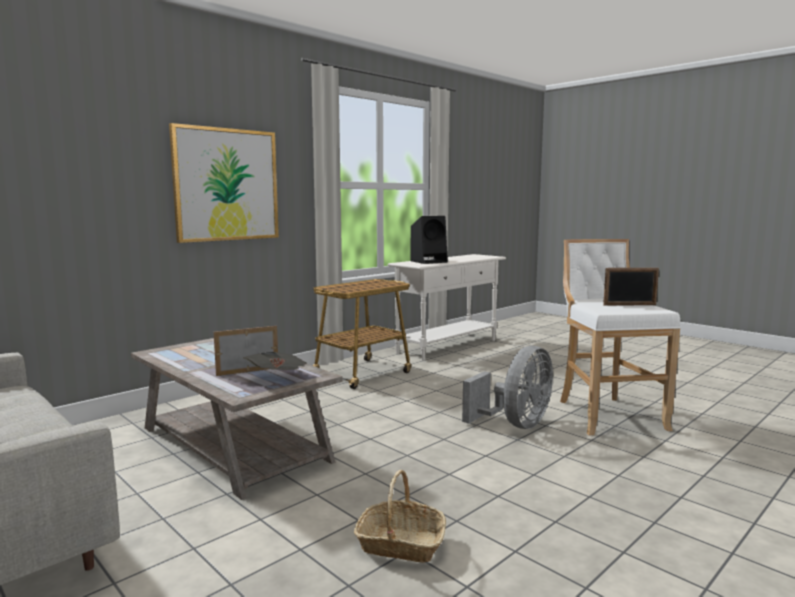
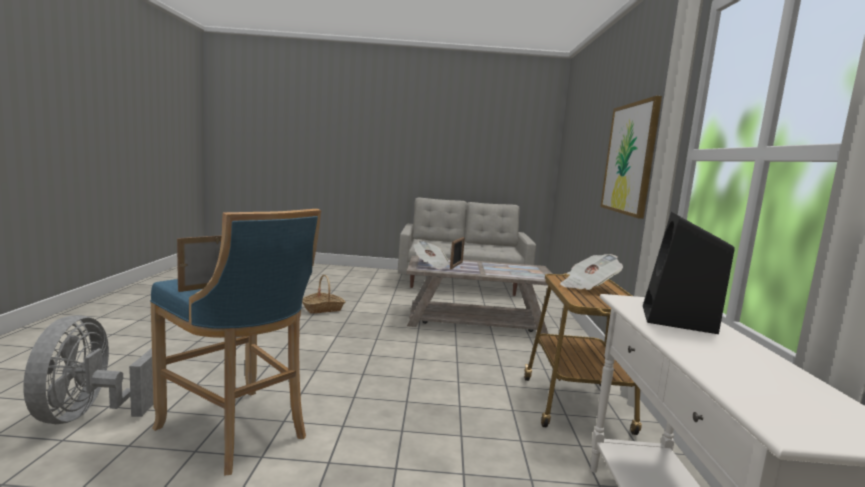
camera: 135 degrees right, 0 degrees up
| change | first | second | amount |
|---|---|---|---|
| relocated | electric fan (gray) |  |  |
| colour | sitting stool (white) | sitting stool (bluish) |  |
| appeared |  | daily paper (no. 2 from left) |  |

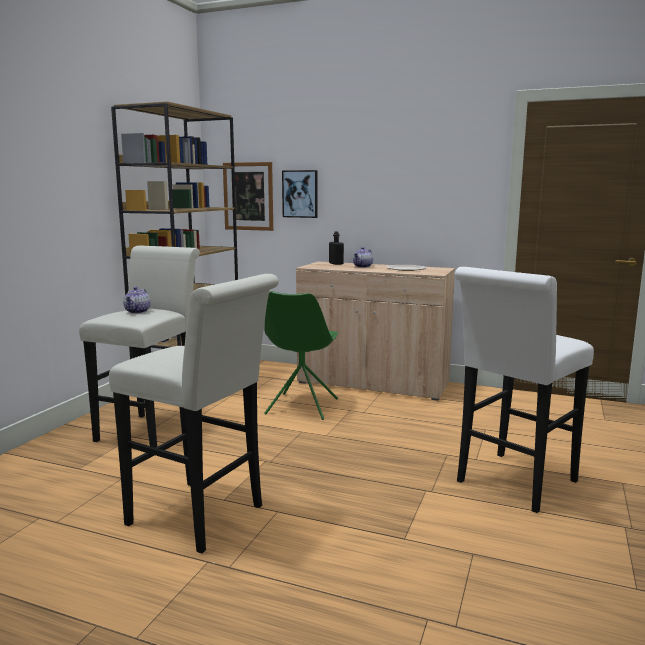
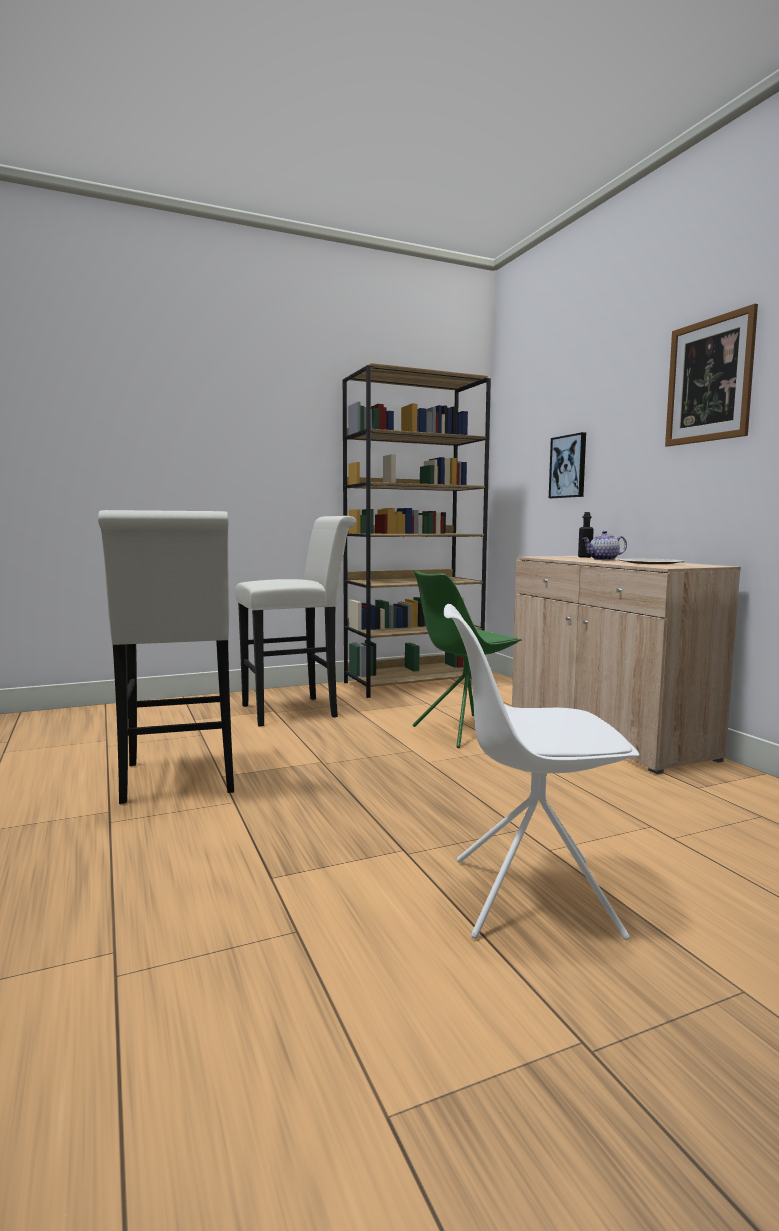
camera: 45 degrees right, 5 degrees down
| change | first | second | amount |
|---|---|---|---|
| exchanged | sitting stool (white) (no. 3 from left) | chair (white) |  |
| relocated | picture (no. 1 from left in the first image) | picture (no. 2 from left) |  |
| missing | tea pot (no. 1 from left) |  |  |

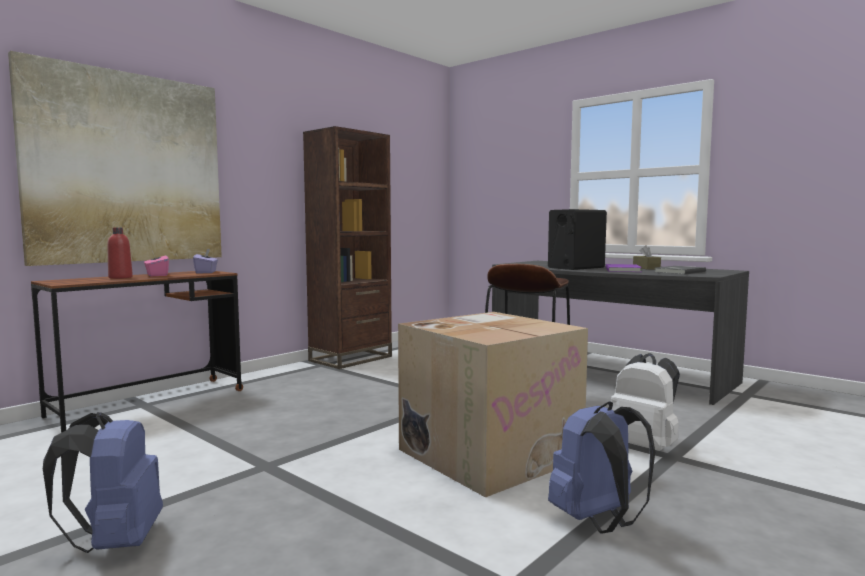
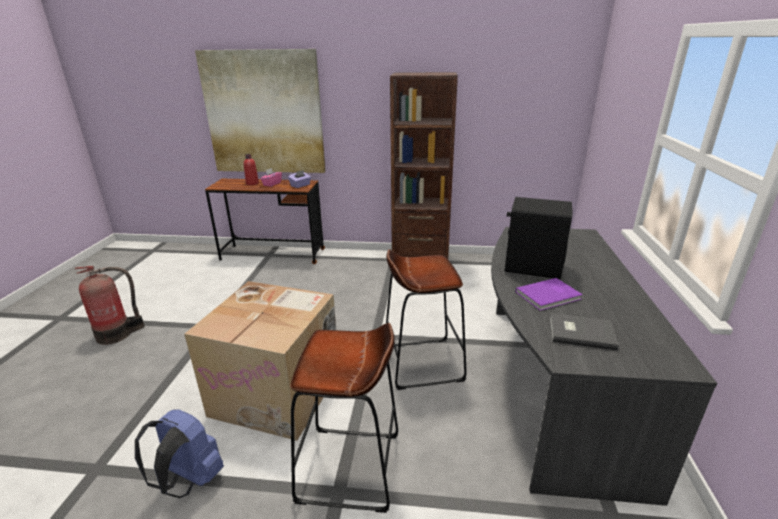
camera: 55 degrees right, 20 degrees up
| change | first | second | amount |
|---|---|---|---|
| exchanged | knapsack (bluish) (no. 1 from left) | fire extinguisher |  |
| exchanged | knapsack (white) | sitting stool (brown) (no. 1 from left) |  |
| missing | box of tissues (brown) |  |  |

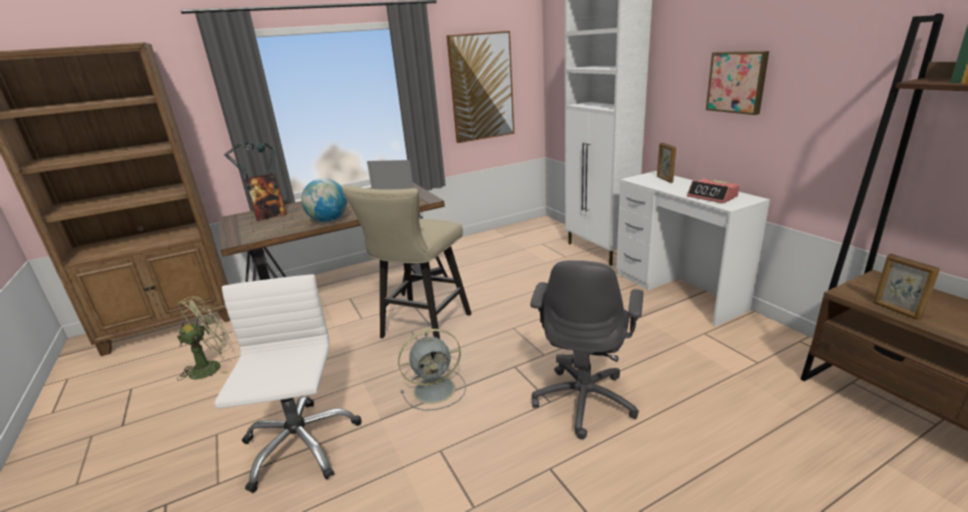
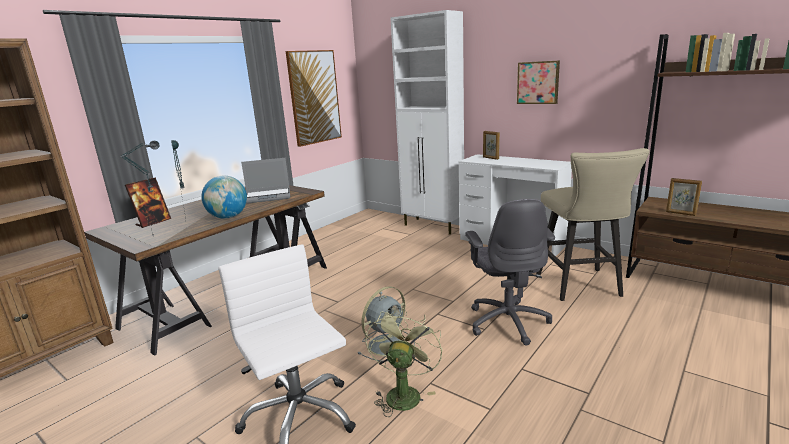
camera: 25 degrees left, 5 degrees down
| change | first | second | amount |
|---|---|---|---|
| relocated | electric fan (green) |  |  |
| relocated | sitting stool (sand-coloured) |  |  |
| missing | alarm clock |  |  |

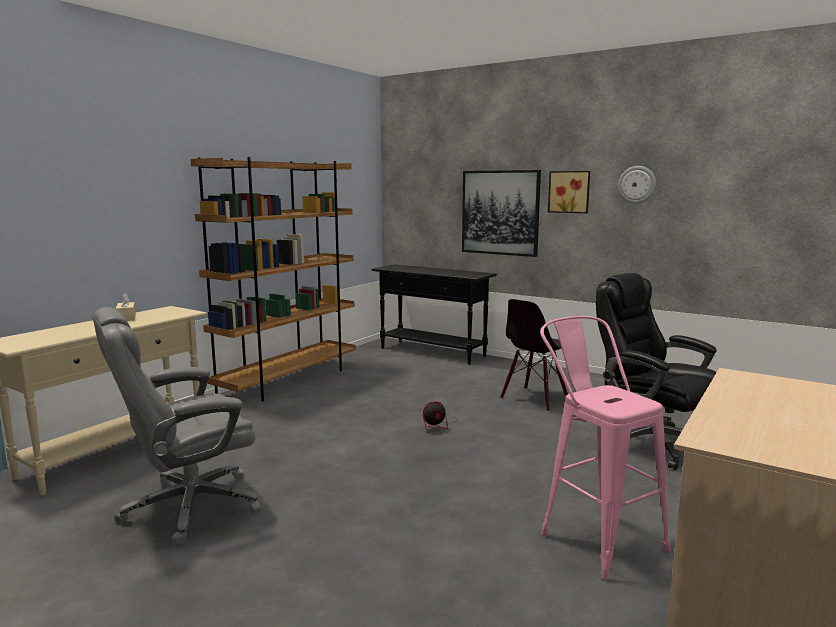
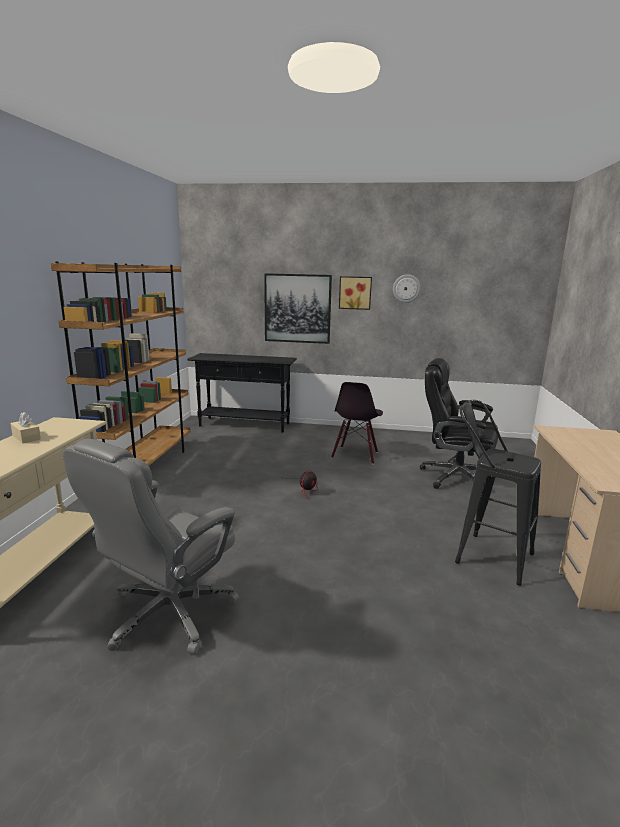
camera: 25 degrees left, 5 degrees up
| change | first | second | amount |
|---|---|---|---|
| colour | sitting stool (pink-coloured) | sitting stool (blackish) |  |

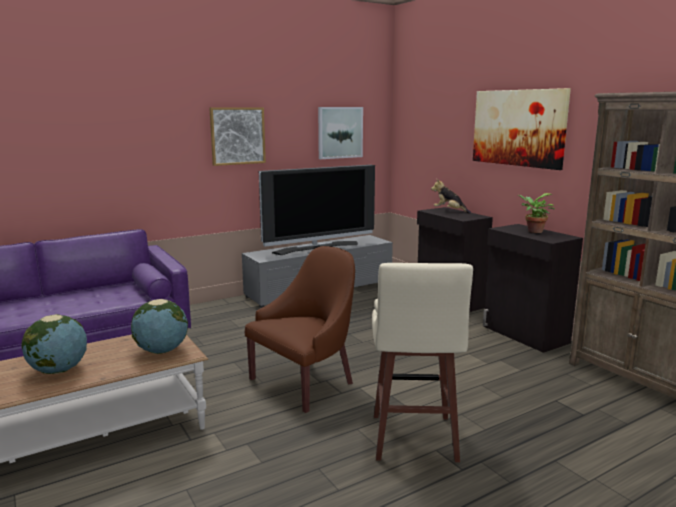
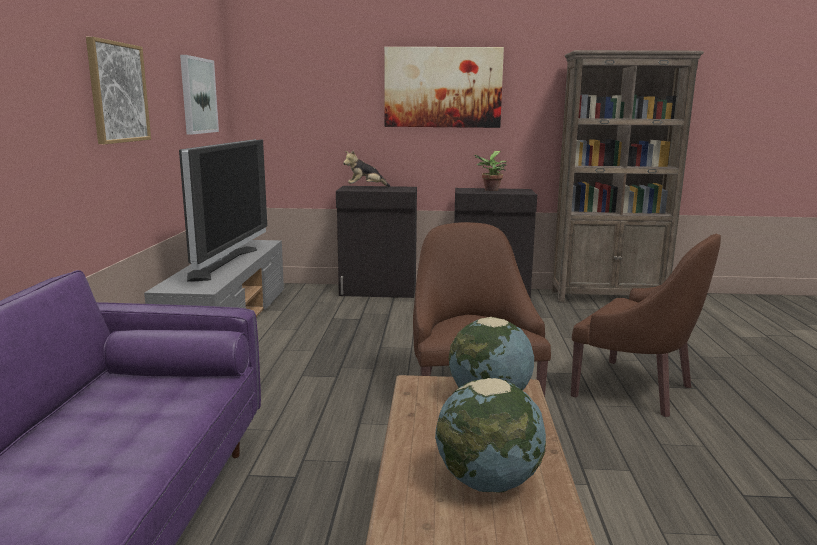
camera: 55 degrees left, 0 degrees up
| change | first | second | amount |
|---|---|---|---|
| exchanged | sitting stool (sand-coloured) | lounge chair (brown) (no. 2 from left) |  |

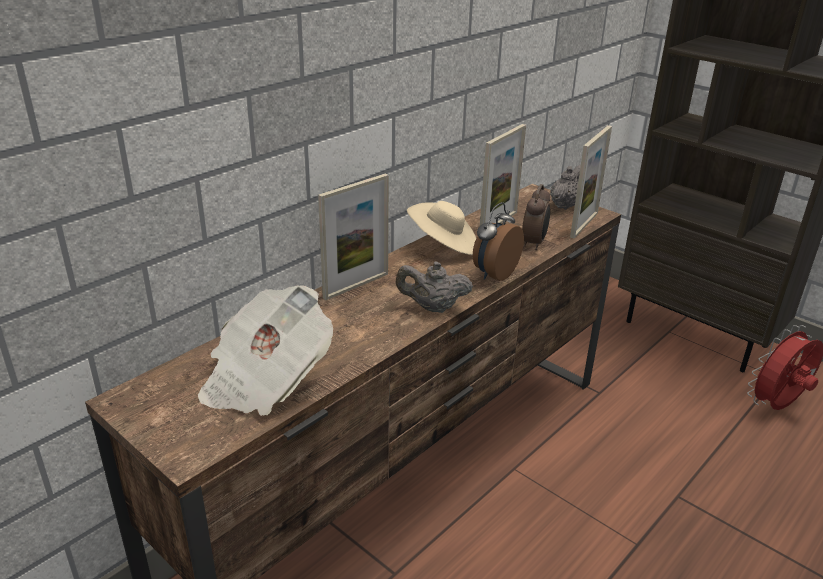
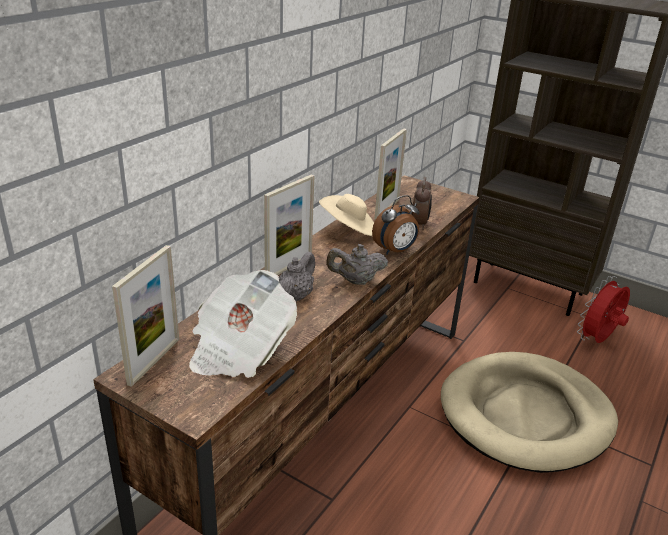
camera: 10 degrees left, 0 degrees up
| change | first | second | amount |
|---|---|---|---|
| relocated | picture frame (no. 3 from left in the first image) | picture frame (no. 1 from left) |  |
| relocated | tea pot (gray) (no. 2 from left in the first image) | tea pot (gray) (no. 1 from left) |  |
| spun | alarm clock (no. 1 from left) |  | 150 degrees counterclockwise |
| appeared |  | pet bed (sand-coloured) |  |

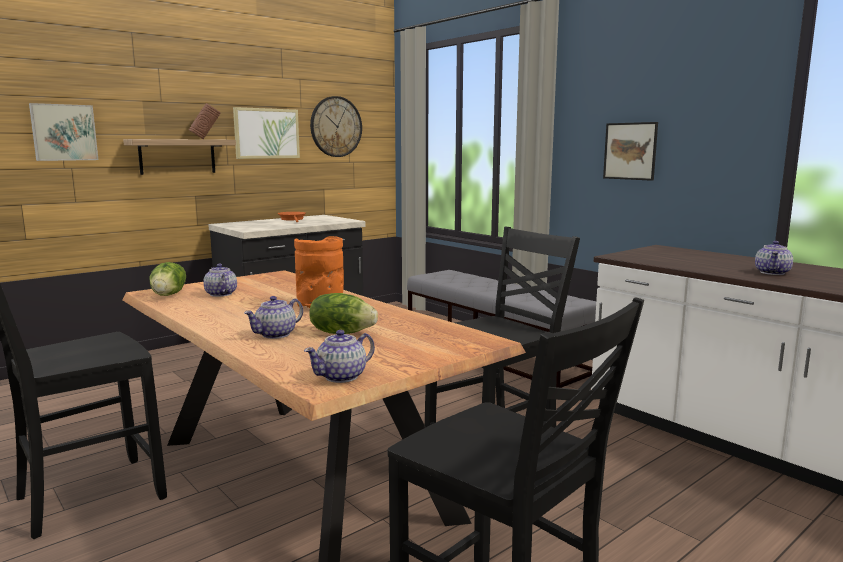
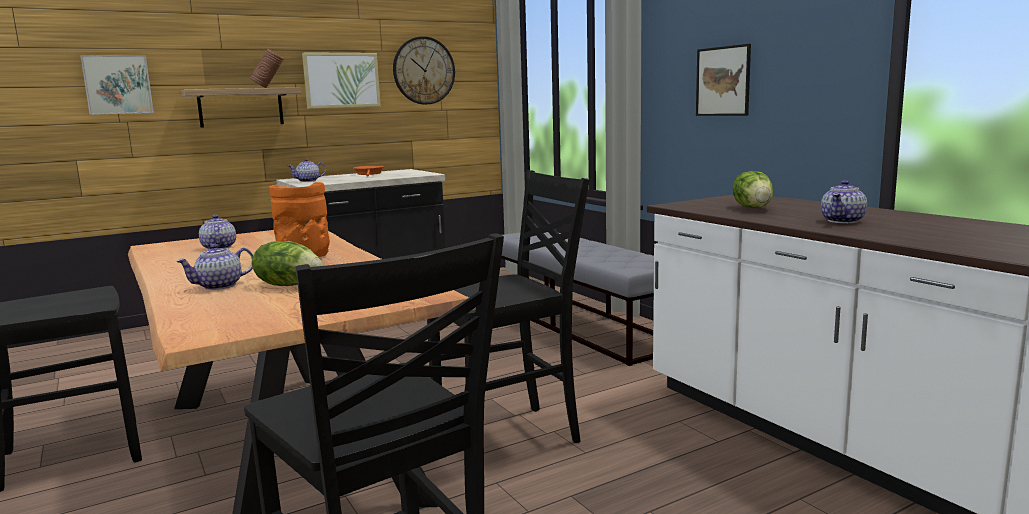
camera: 10 degrees right, 0 degrees up
| change | first | second | amount |
|---|---|---|---|
| relocated | tea pot (no. 3 from left) |  |  |
| relocated | lettuce (no. 1 from left in the first image) | lettuce (no. 2 from left) |  |

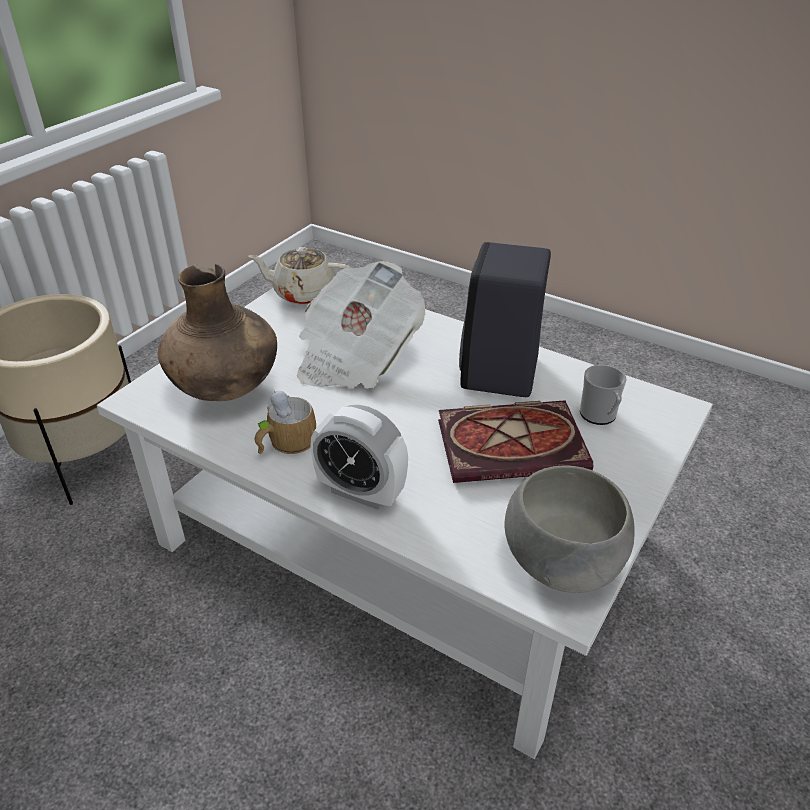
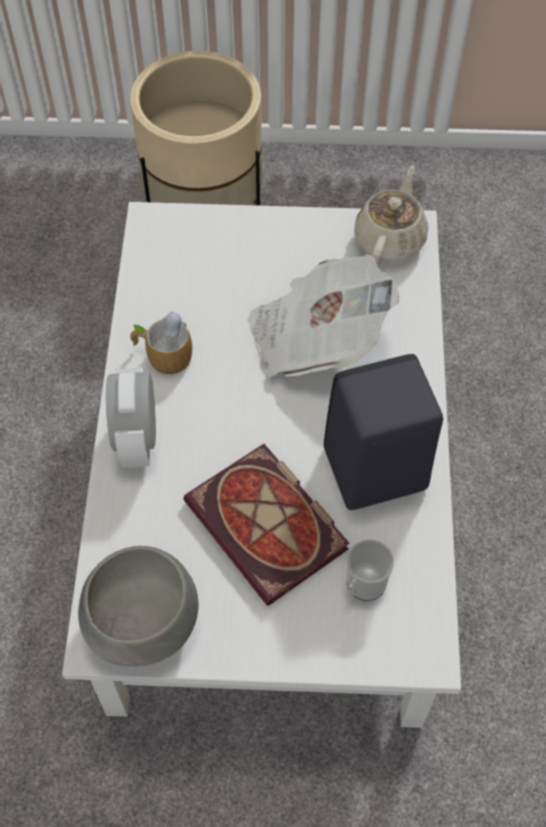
camera: 60 degrees right, 20 degrees up
| change | first | second | amount |
|---|---|---|---|
| spun | tea pot (sand-coloured) |  | 45 degrees clockwise |
| missing | flower vase (brown) |  |  |

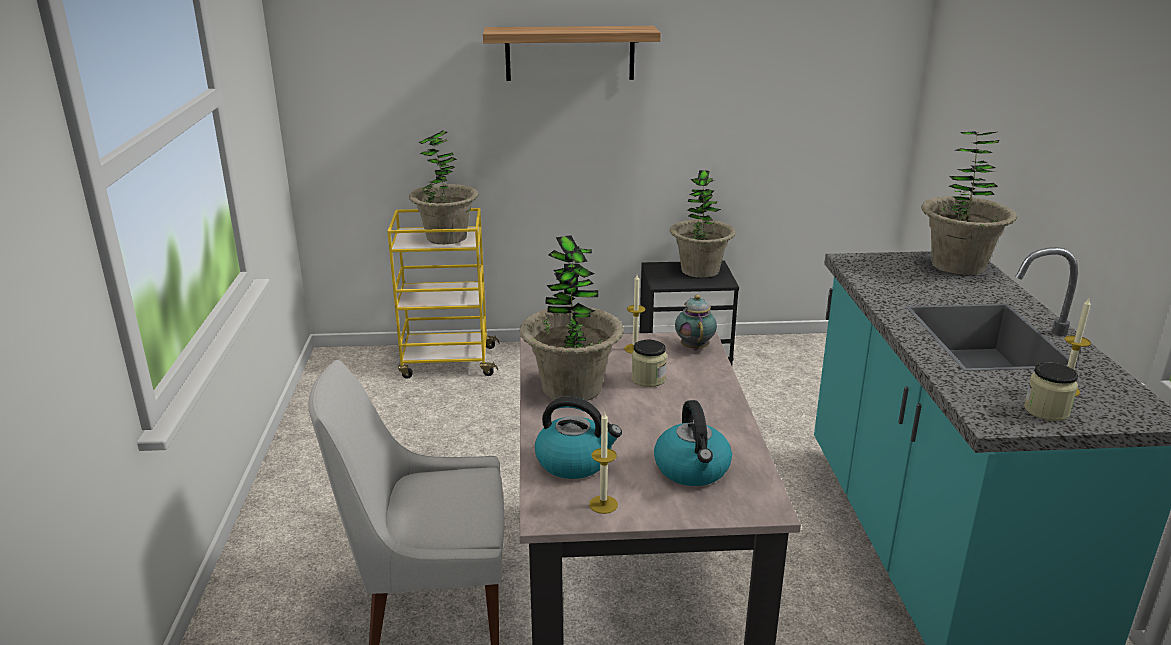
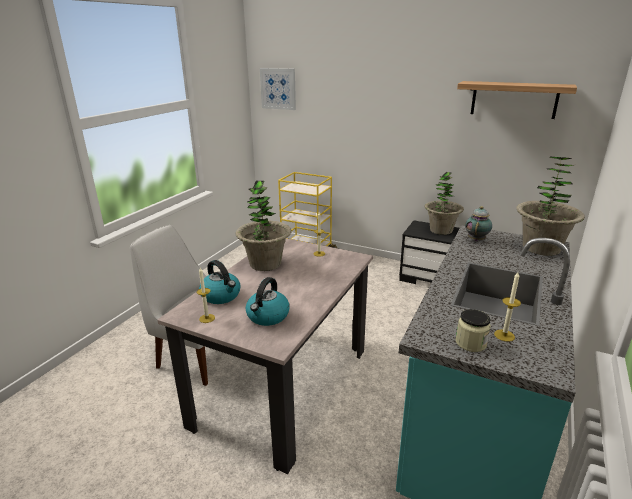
camera: 30 degrees right, 0 degrees up
| change | first | second | amount |
|---|---|---|---|
| appeared |  | picture |  |
| relocated | wall shelf |  |  |
| relocated | tea pot |  |  |
| missing | houseplant (no. 1 from left) |  |  |
| missing | storage jar (no. 1 from left) |  |  |

